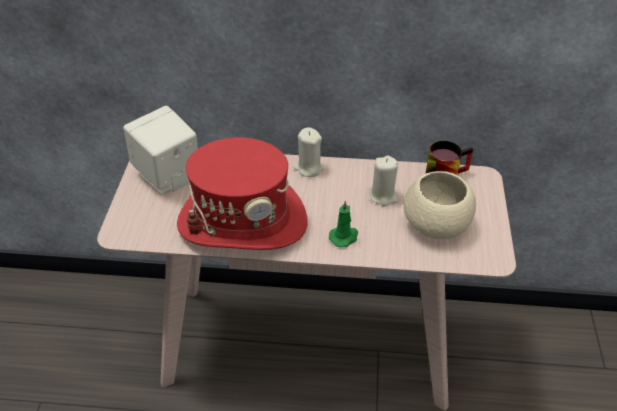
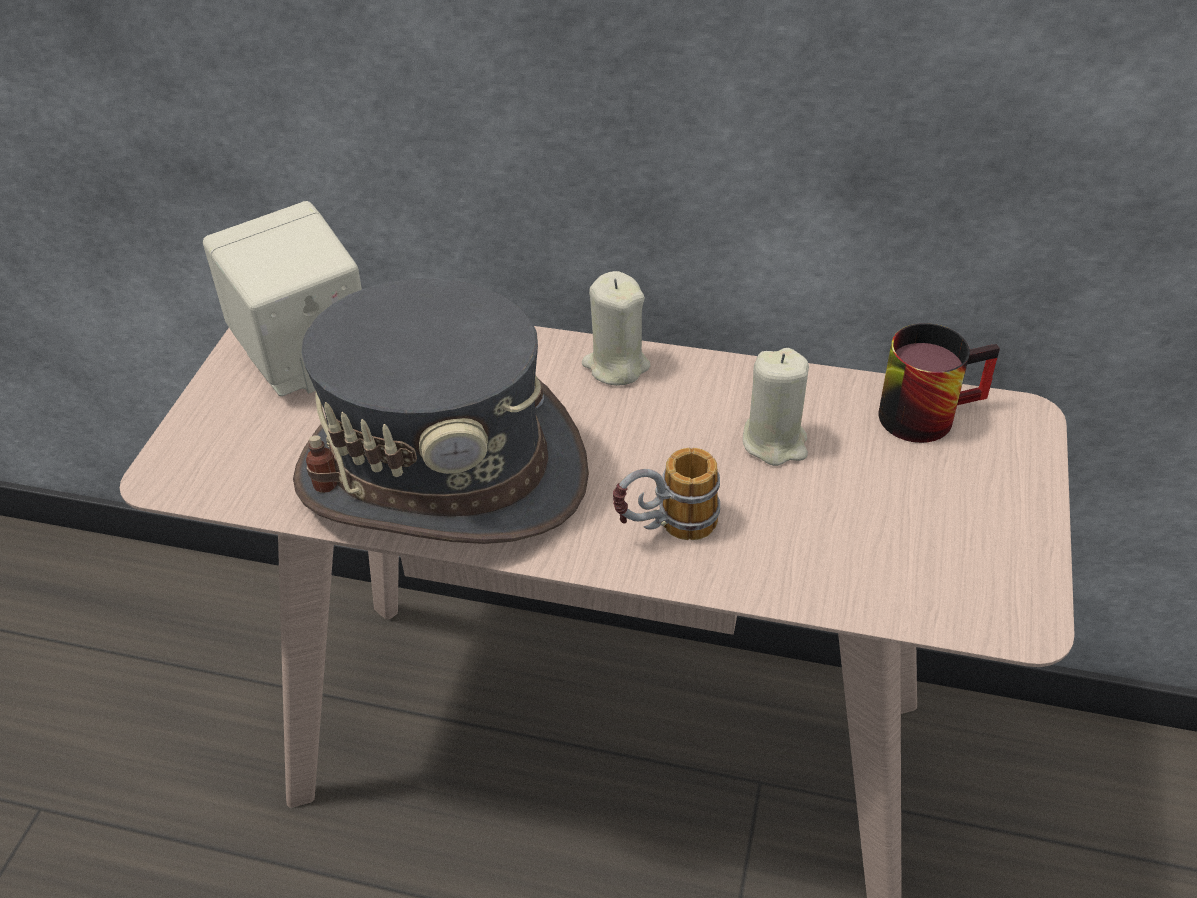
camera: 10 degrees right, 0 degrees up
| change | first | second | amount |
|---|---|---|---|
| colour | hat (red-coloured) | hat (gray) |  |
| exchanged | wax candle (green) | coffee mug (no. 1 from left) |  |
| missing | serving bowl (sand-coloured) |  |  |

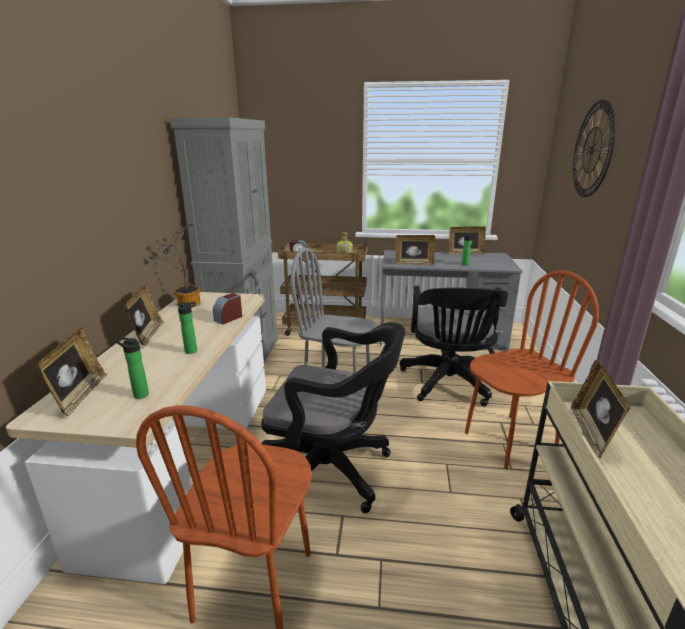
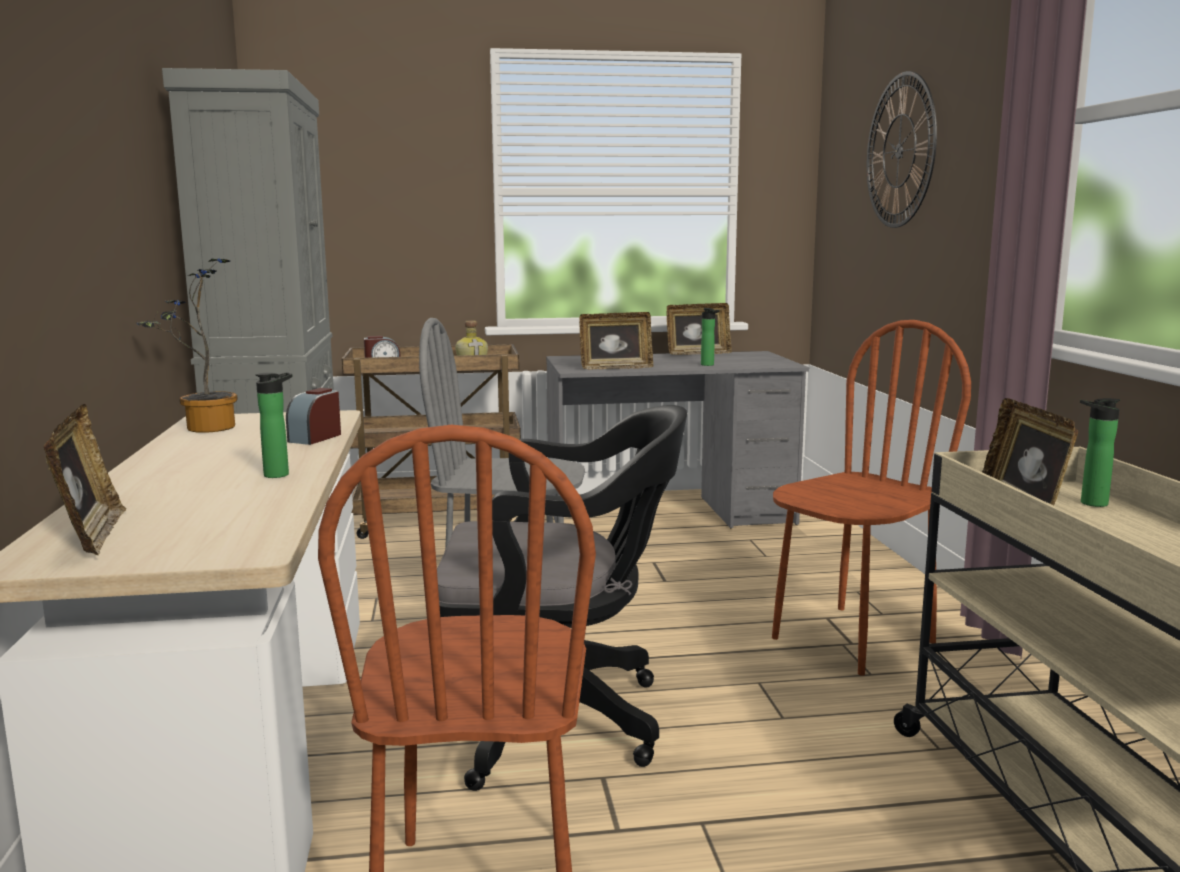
camera: 15 degrees left, 10 degrees down
| change | first | second | amount |
|---|---|---|---|
| relocated | bottle (no. 1 from left in the first image) | bottle (no. 4 from left) |  |
| missing | picture frame (no. 2 from left) |  |  |
| missing | computer chair (blackish) (no. 2 from left) |  |  |

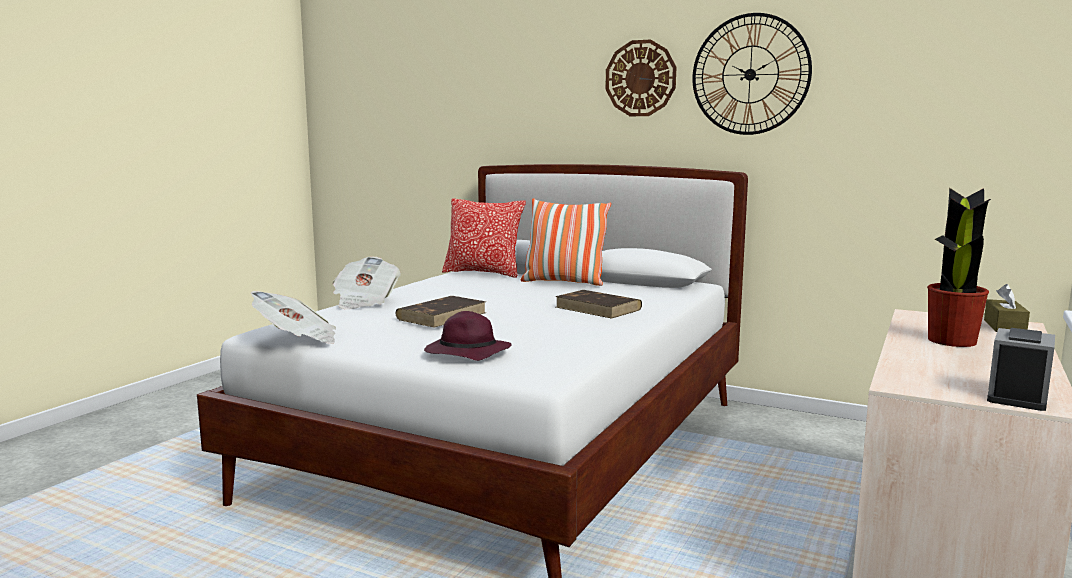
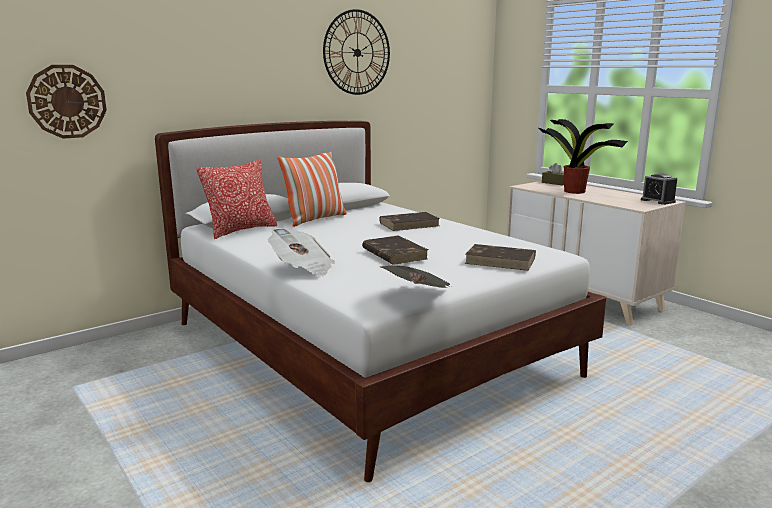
camera: 65 degrees left, 5 degrees up
| change | first | second | amount |
|---|---|---|---|
| relocated | wall clock (no. 1 from left) |  |  |
| exchanged | hat (purple-coloured) | book (brown) (no. 3 from left) |  |

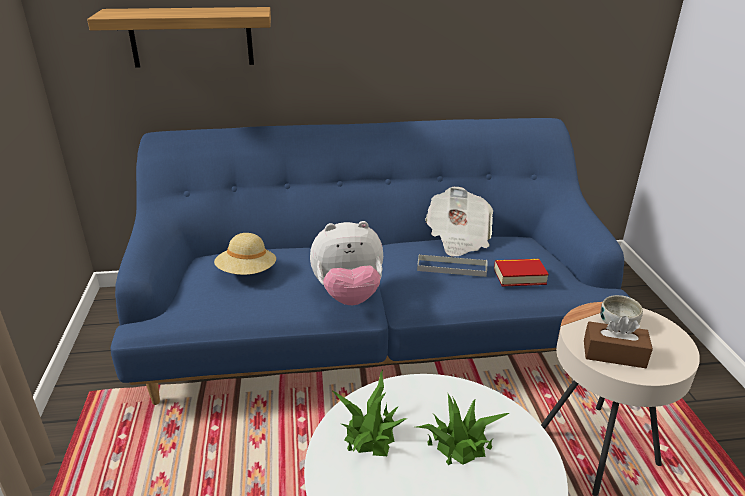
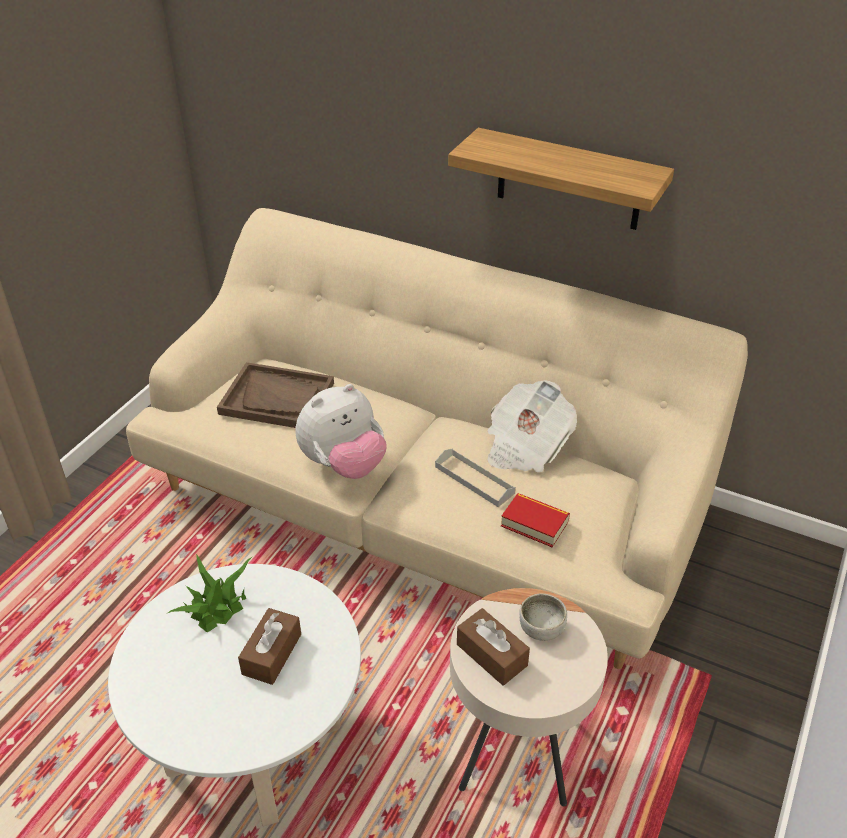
camera: 35 degrees right, 10 degrees up
| change | first | second | amount |
|---|---|---|---|
| colour | couch (bluish) | couch (sand-coloured) |  |
| exchanged | hat (sand-coloured) | tray (brown) |  |
| exchanged | houseplant (no. 2 from left) | box of tissues (brown) (no. 1 from left) |  |
| spun | plush toy |  | 60 degrees counterclockwise |
| relocated | wall shelf |  |  |

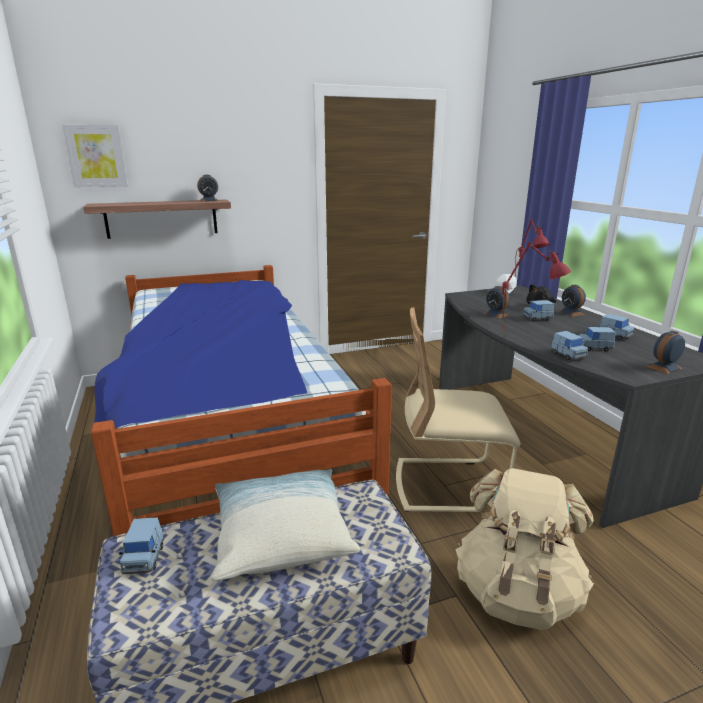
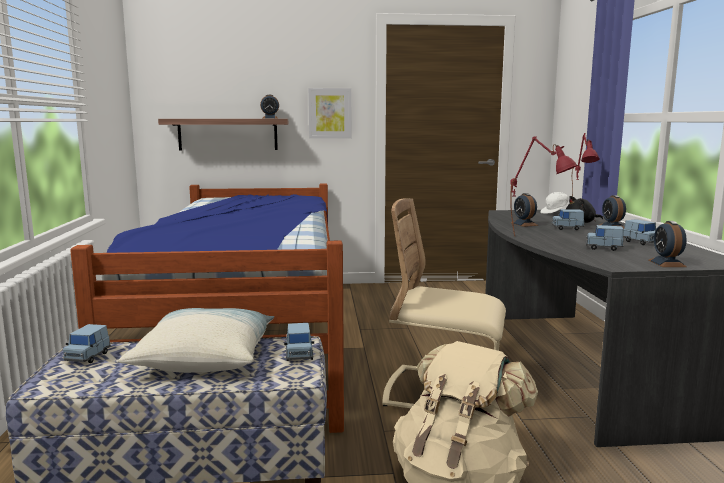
camera: 15 degrees right, 10 degrees down
| change | first | second | amount |
|---|---|---|---|
| relocated | model car (bluish) (no. 3 from left in the first image) | model car (bluish) (no. 2 from left) |  |
| relocated | picture |  |  |
| spun | alarm clock (no. 4 from left) |  | 75 degrees counterclockwise |

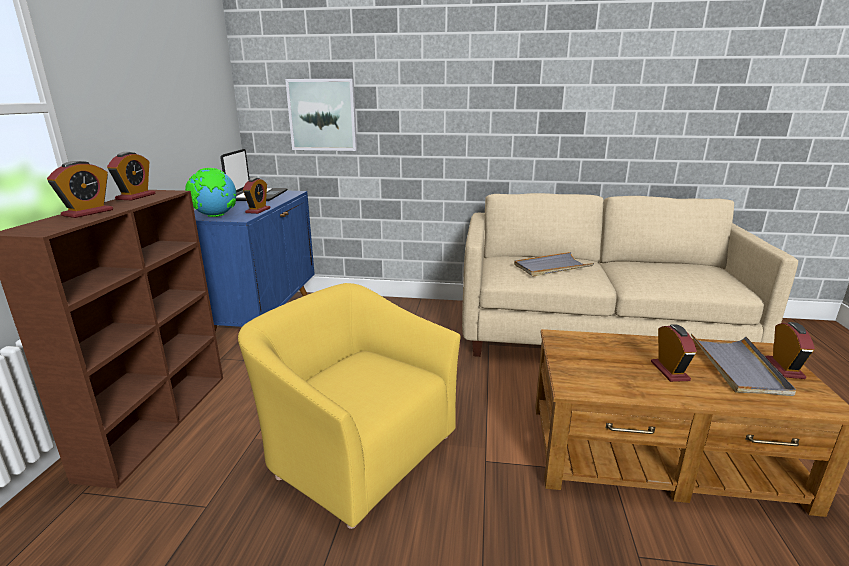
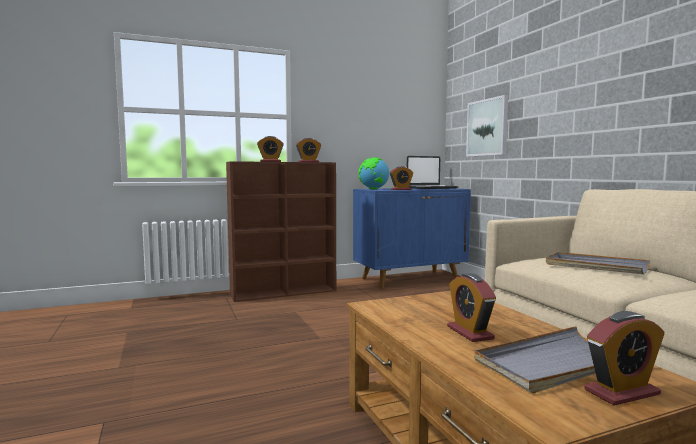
camera: 60 degrees right, 15 degrees down
| change | first | second | amount |
|---|---|---|---|
| spun | alarm clock (no. 4 from left) |  | 105 degrees clockwise |
| missing | lounge chair (yellow) |  |  |

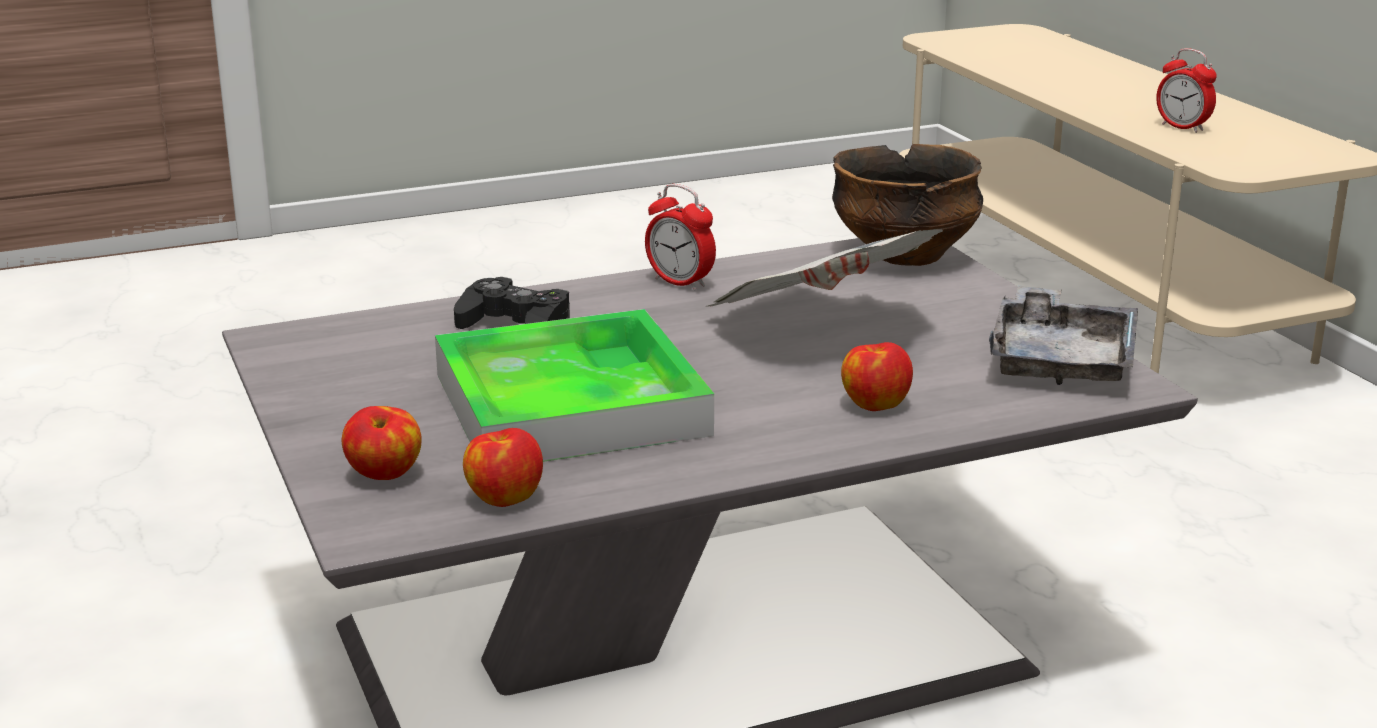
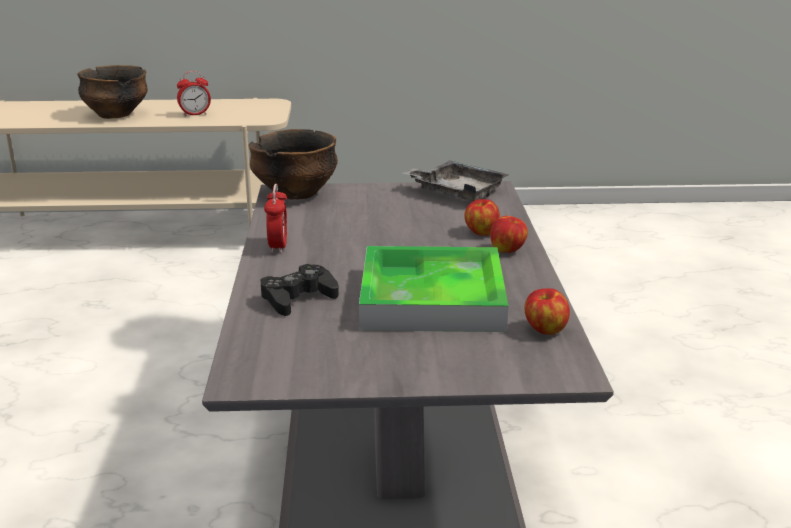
camera: 70 degrees left, 0 degrees up
| change | first | second | amount |
|---|---|---|---|
| appeared |  | serving bowl (no. 1 from left) |  |
| spun | alarm clock (no. 1 from left in the first image) | alarm clock (no. 2 from left) | 60 degrees counterclockwise |
| relocated | whole apple (no. 1 from left in the first image) | whole apple (no. 2 from left) |  |
| missing | daily paper |  |  |

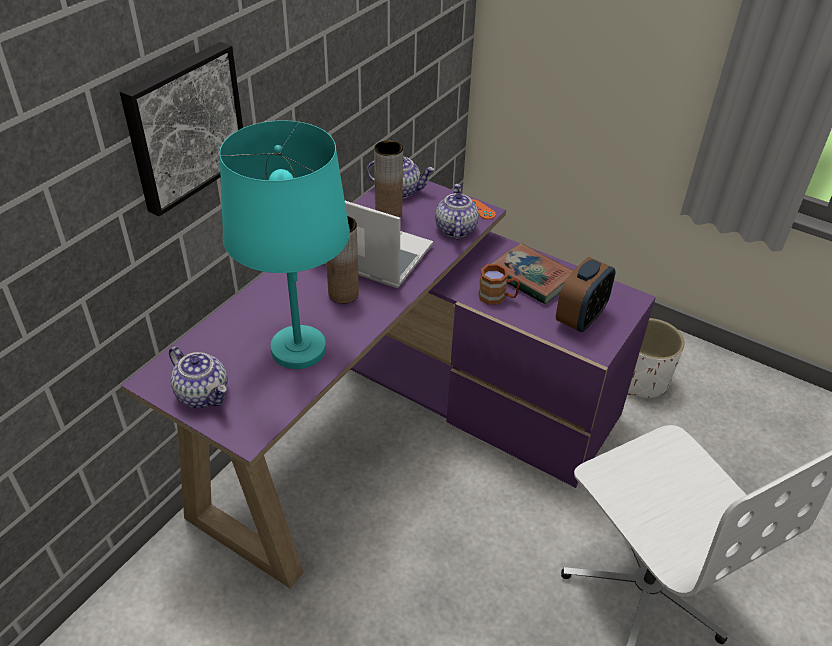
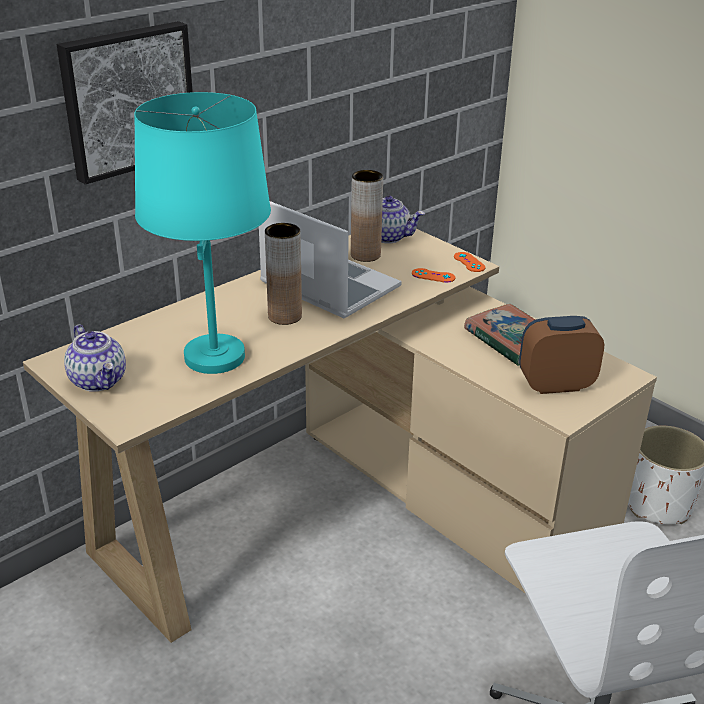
camera: 15 degrees right, 10 degrees down
| change | first | second | amount |
|---|---|---|---|
| colour | desk table (purple-coloured) | desk table (sand-coloured) |  |
| exchanged | tea pot (no. 3 from left) | joypad (orangey) (no. 1 from left) |  |
| spun | alarm clock |  | 150 degrees counterclockwise |
| missing | coffee mug (brown) |  |  |

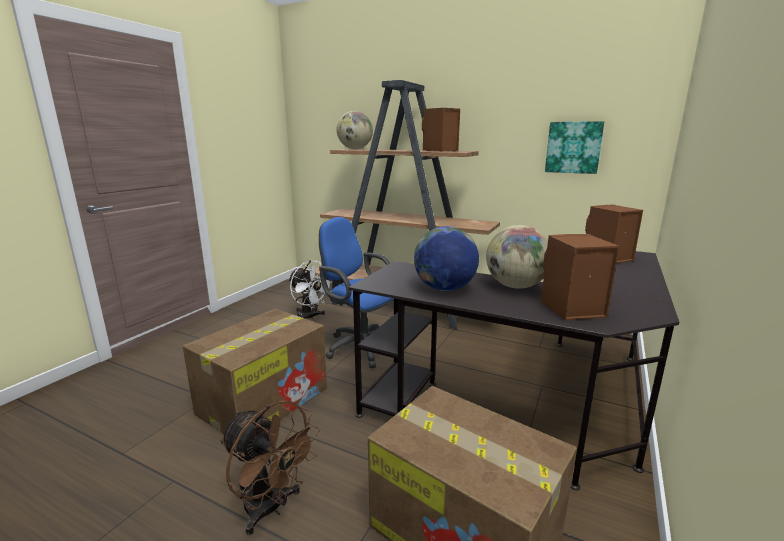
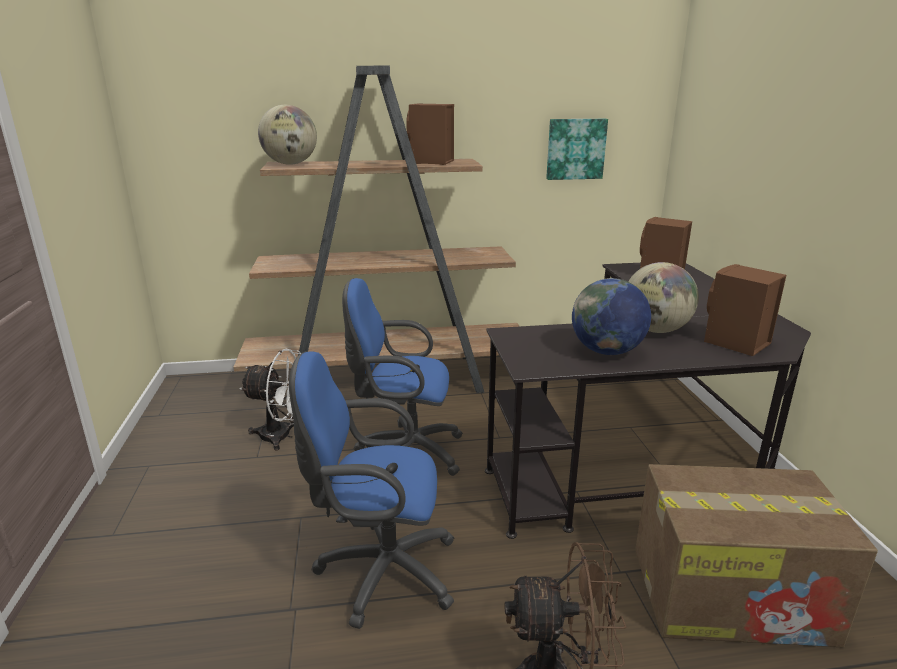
camera: 35 degrees left, 5 degrees up
| change | first | second | amount |
|---|---|---|---|
| exchanged | packing box (no. 1 from left) | computer chair (bluish) (no. 1 from left) |  |

